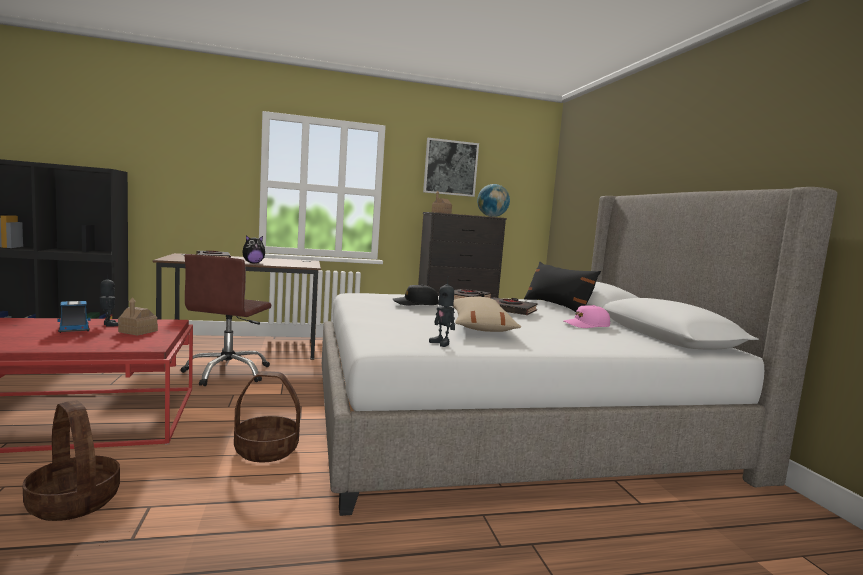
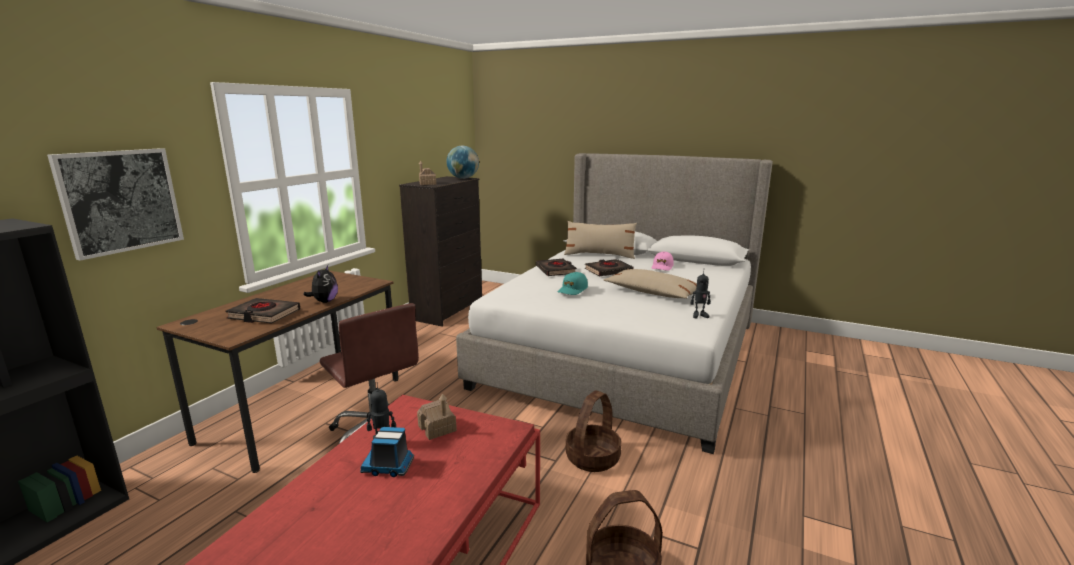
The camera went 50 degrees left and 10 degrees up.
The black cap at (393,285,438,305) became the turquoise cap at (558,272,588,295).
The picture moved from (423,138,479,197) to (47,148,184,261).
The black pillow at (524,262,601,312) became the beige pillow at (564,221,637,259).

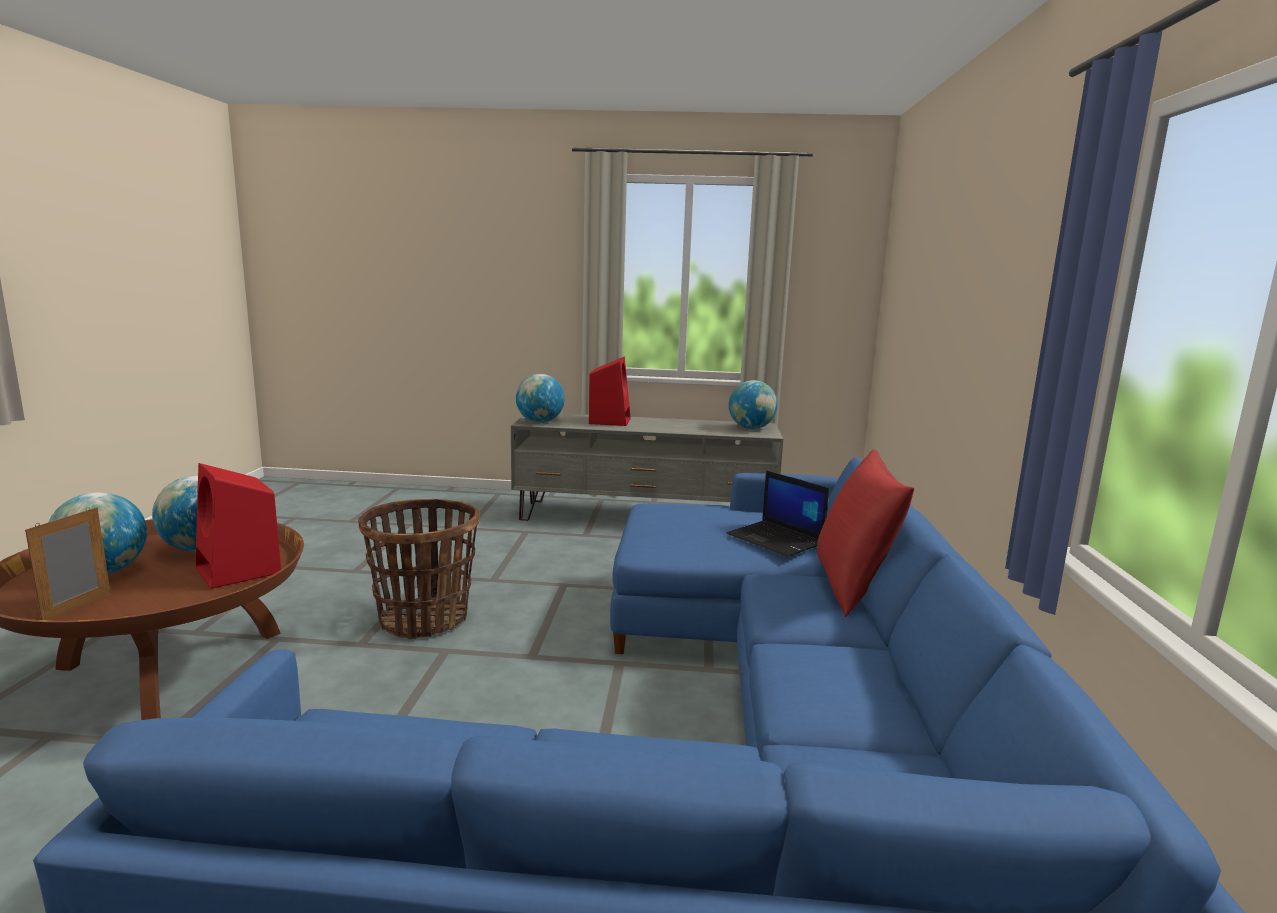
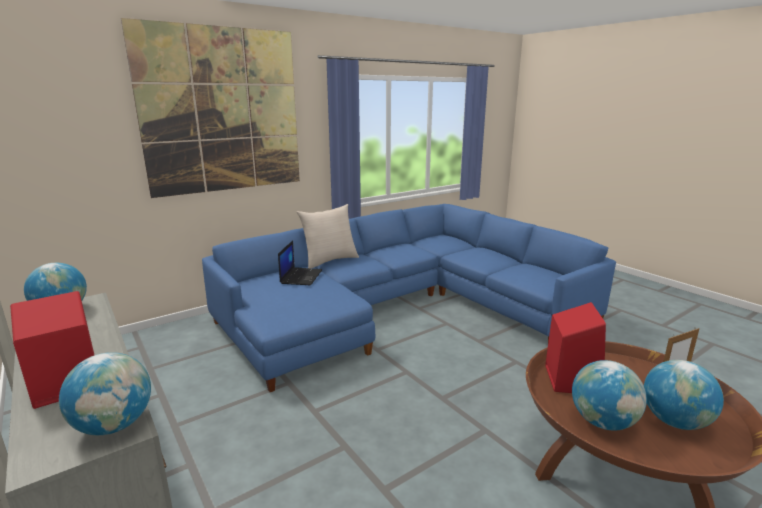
The camera went 130 degrees left and 5 degrees up.
The basket at (358,499,480,639) disappeared.
The red pillow at (817,449,914,617) became the beige pillow at (297,204,359,268).
The picture at (121,18,300,198) appeared.

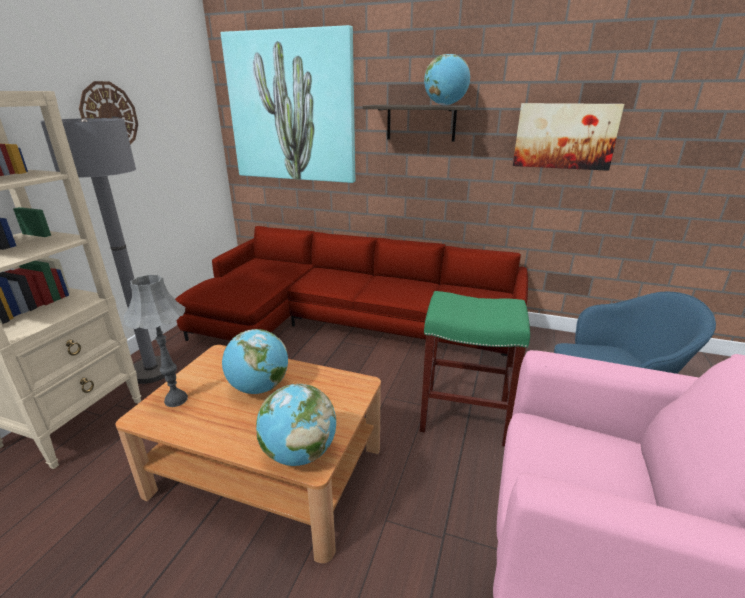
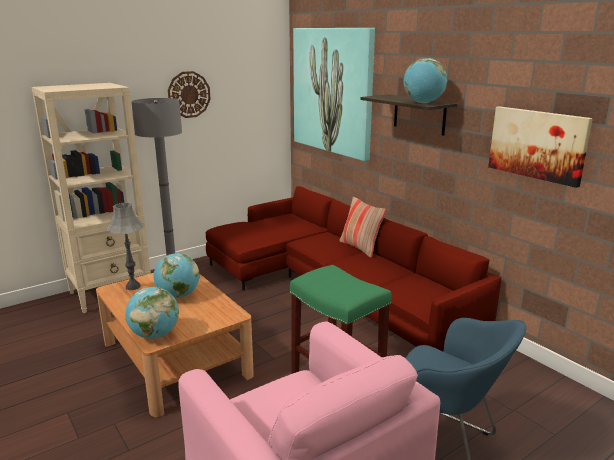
The camera went 35 degrees right and 5 degrees down.
The pillow at (339,197,386,257) appeared.

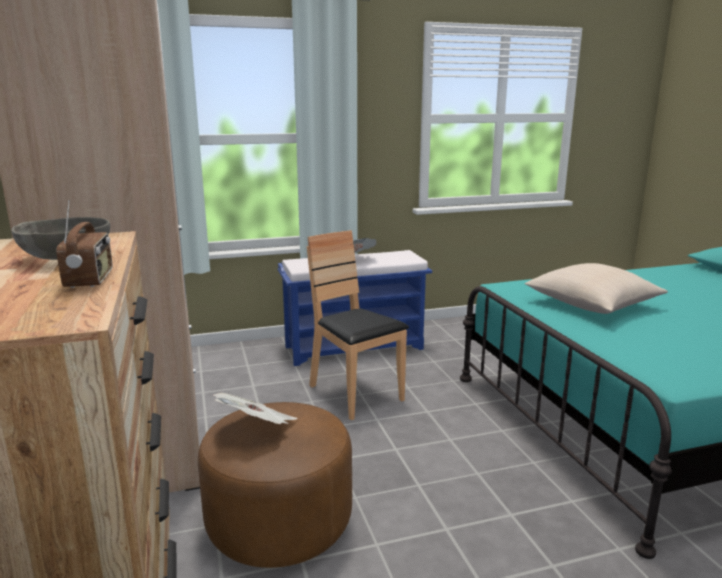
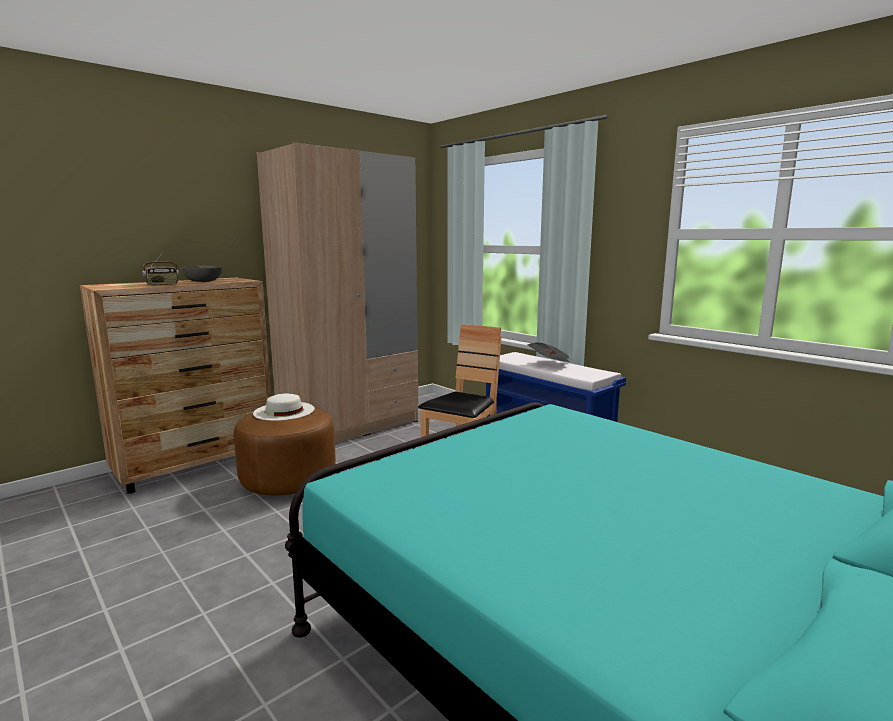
The camera went 65 degrees right and 5 degrees down.
The newspaper at (213,393,298,424) was replaced by the white hat at (253,393,315,421).
The beige pillow at (525,263,668,314) disappeared.

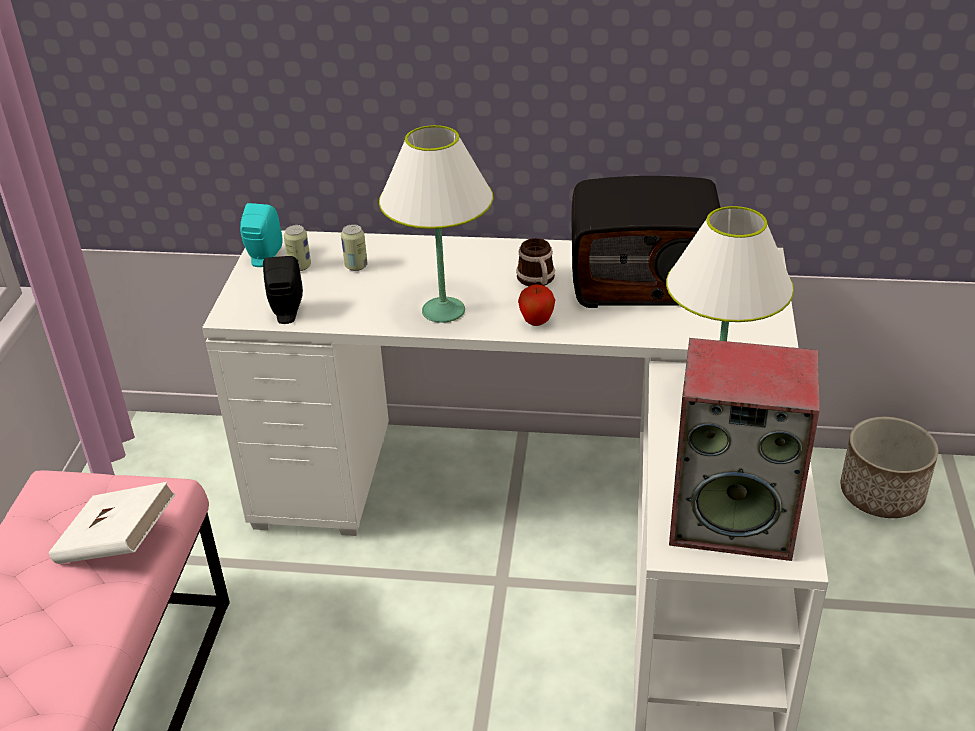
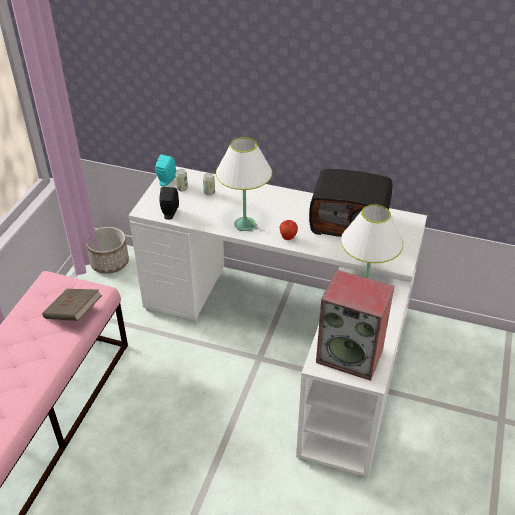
The camera went 10 degrees right and 5 degrees up.
The white book at (49,482,176,564) became the brown book at (42,289,102,321).
The mug at (516,238,555,286) disappeared.
The planter moved from (840,417,938,518) to (86,227,129,274).

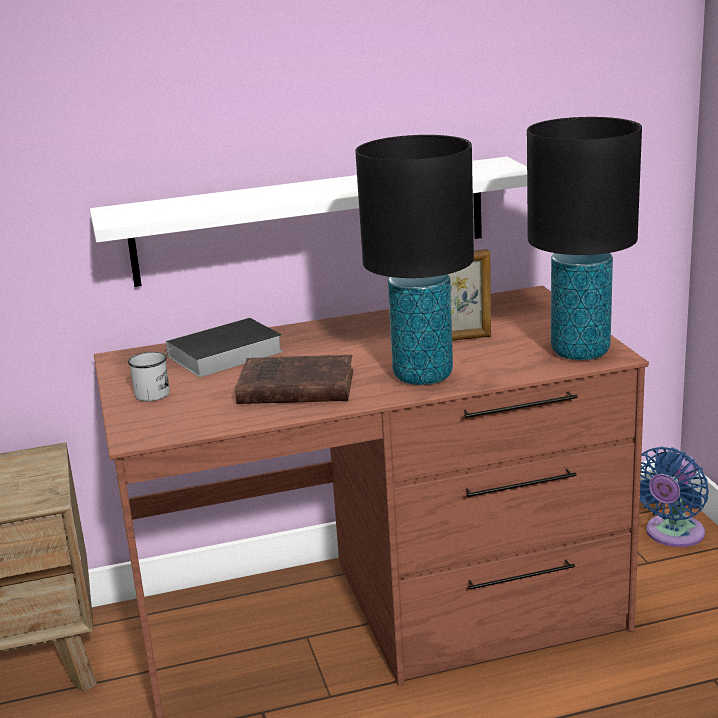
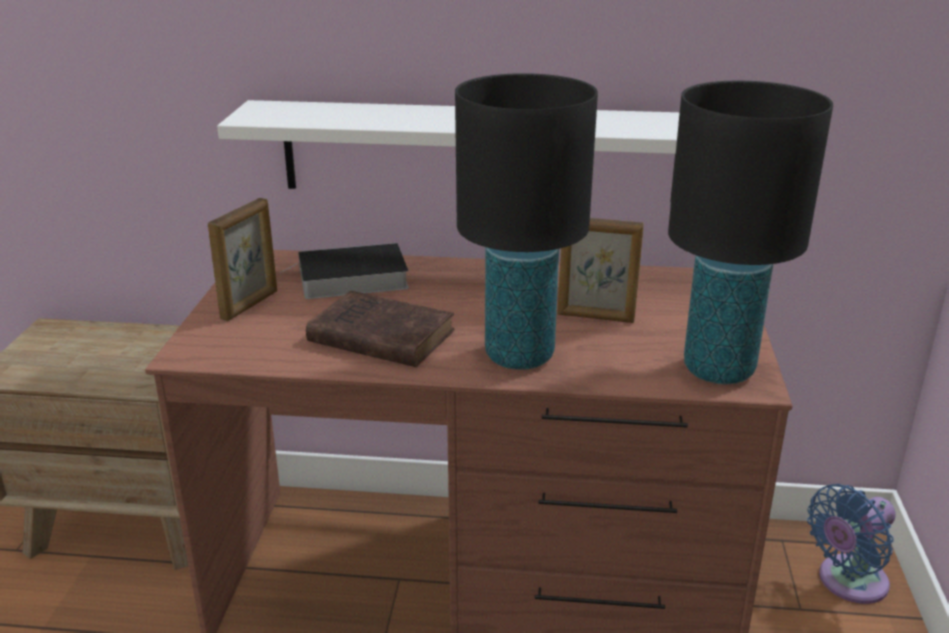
The camera went 20 degrees right and 5 degrees up.
The white mug at (128,352,170,401) was replaced by the picture frame at (208,198,277,321).

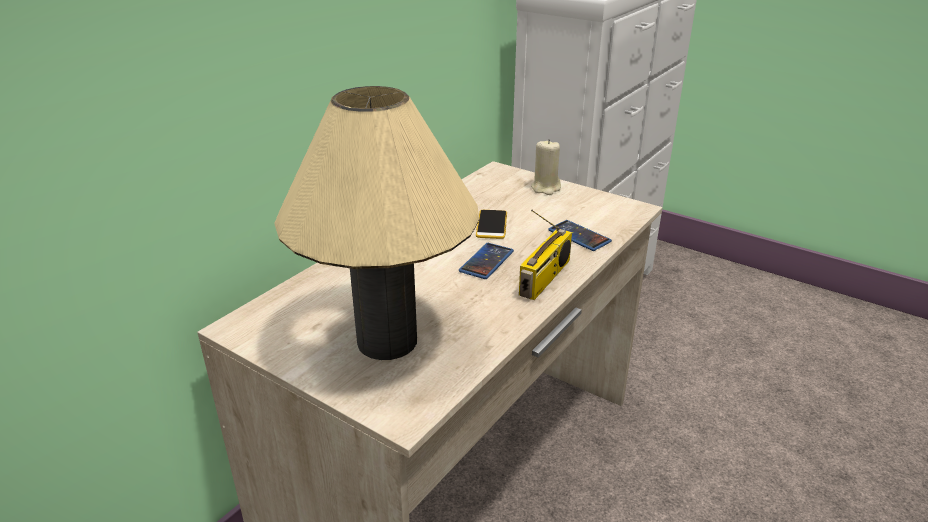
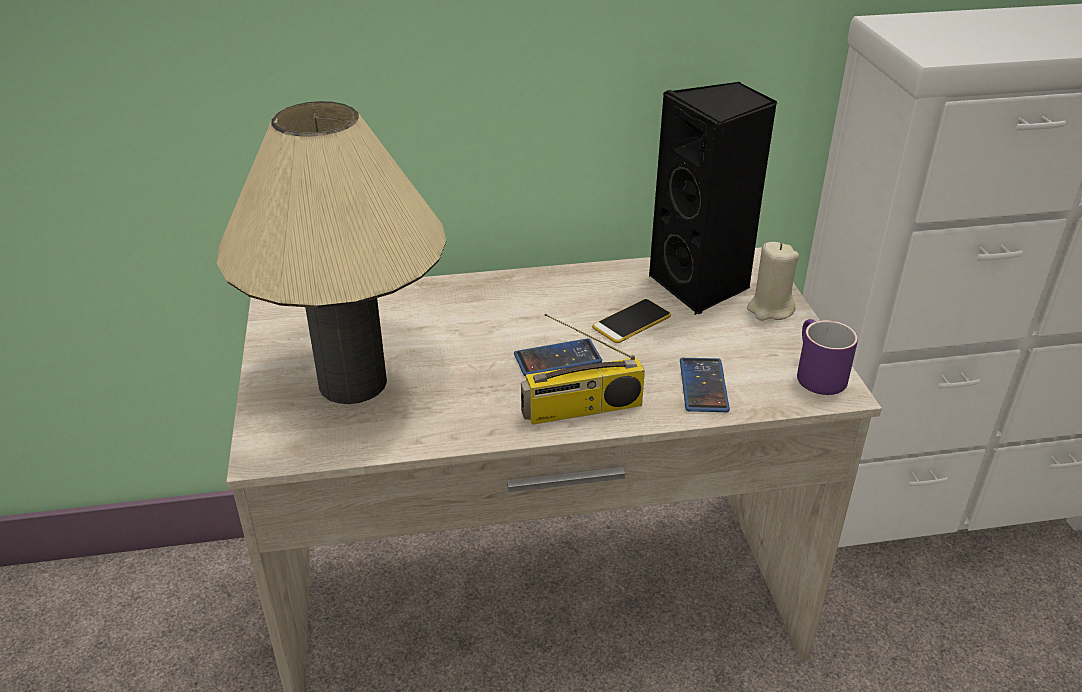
The camera went 45 degrees right and 5 degrees up.
The black speaker at (649,82,777,315) appeared.
The purple mug at (797,319,858,395) appeared.

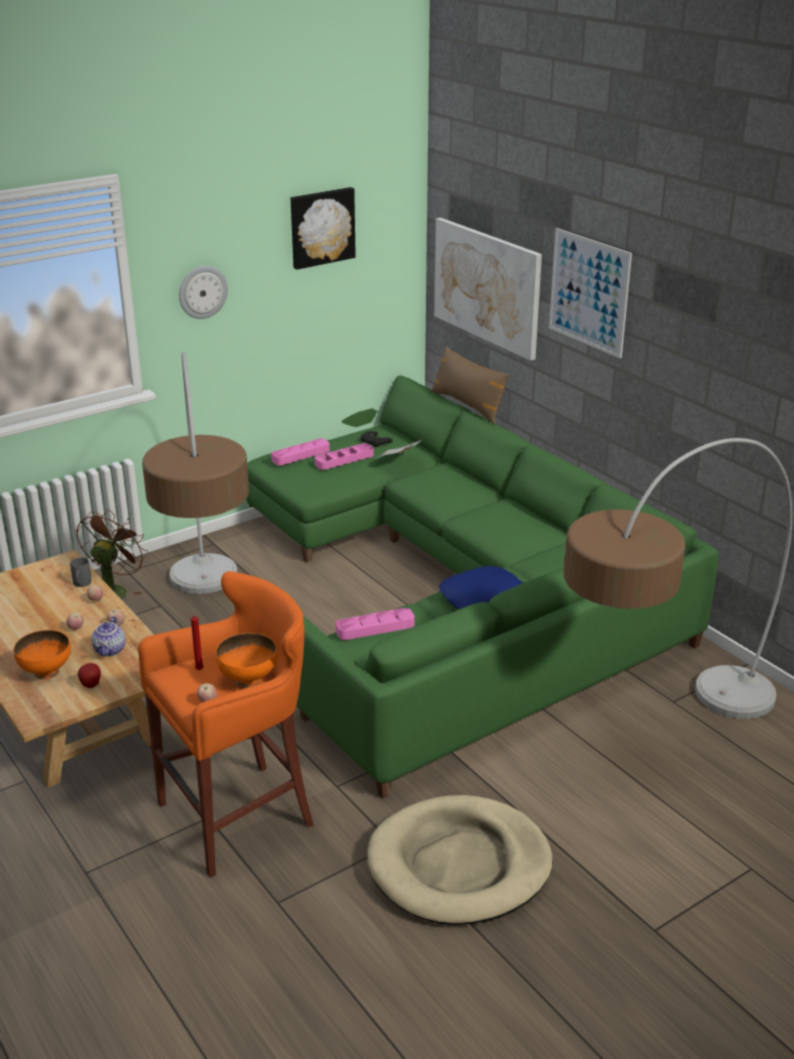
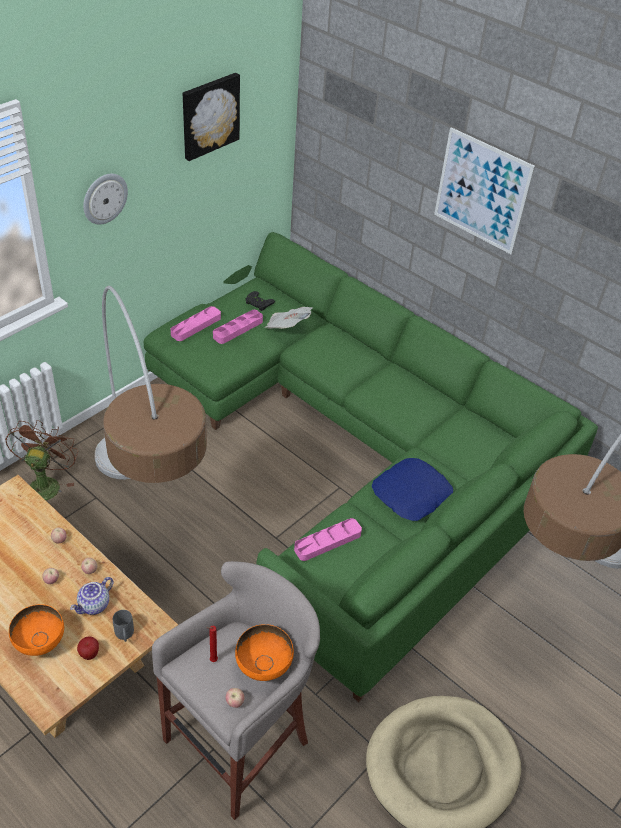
The camera went 15 degrees left and 15 degrees up.
The grey mug moved from (70,557,91,587) to (113,610,134,642).
The teapot at (91,616,126,657) turned 45 degrees clockwise.
The orange stool at (138,571,314,878) became the grey stool at (152,561,320,820).
The brown pillow at (431,346,510,424) disappeared.
The picture at (434,218,542,361) disappeared.

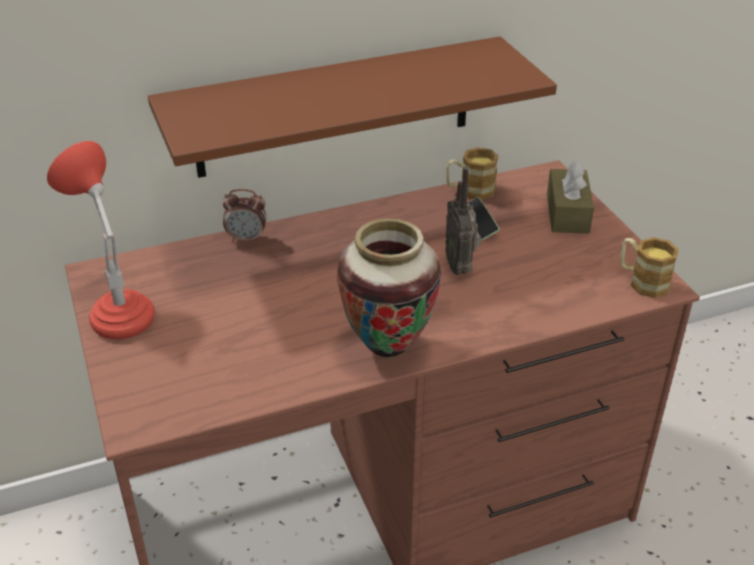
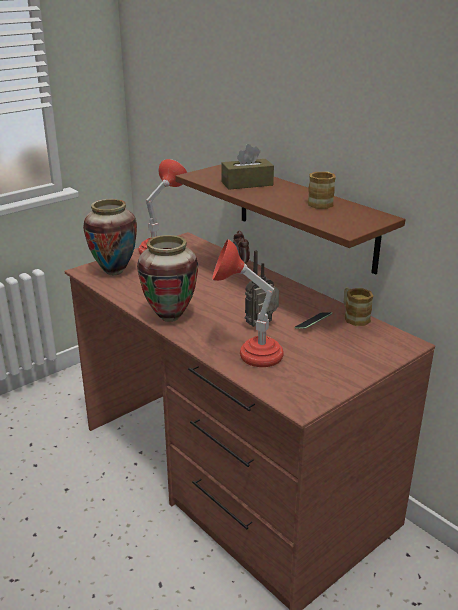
The camera went 70 degrees right and 10 degrees down.
The brown tissue box moved from (547,159,594,233) to (221,144,274,190).
The mug moved from (620,237,679,298) to (308,172,336,209).
The vase at (83,199,137,275) appeared.
The red table lamp at (212,239,284,367) appeared.

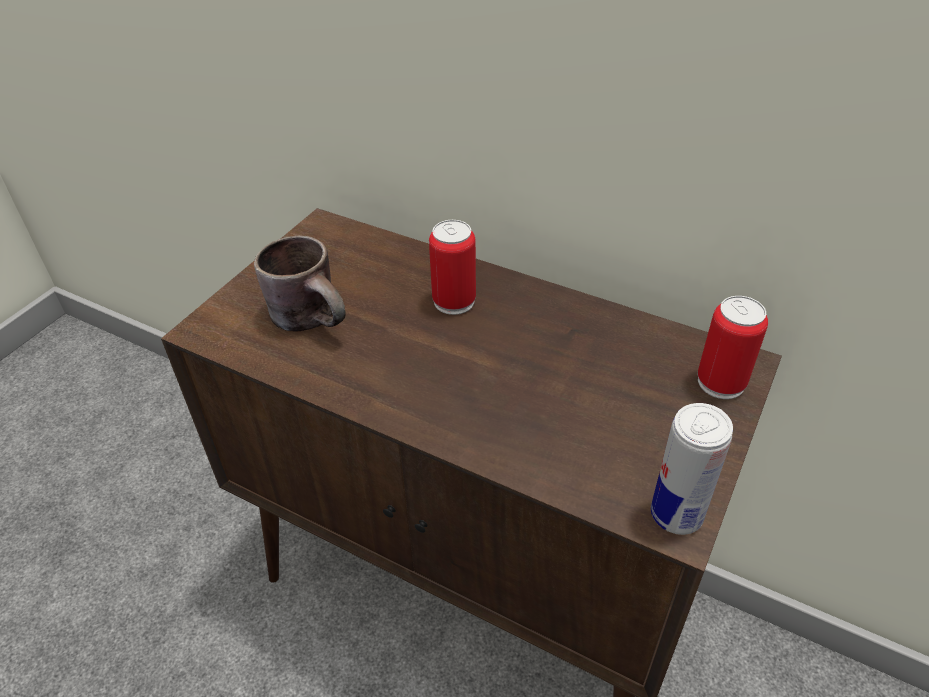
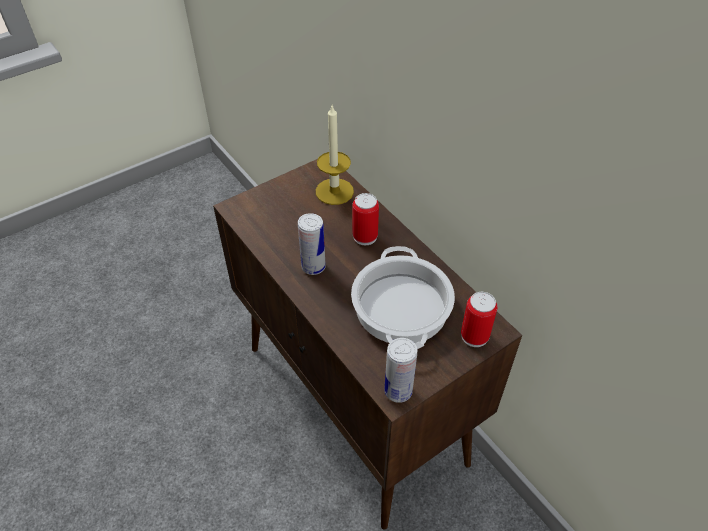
The camera went 25 degrees right and 5 degrees up.
The brown mug at (254,235,346,331) disappeared.
The can at (298,213,326,275) appeared.
The candle at (316,106,354,205) appeared.
The cooking pot at (351,246,455,349) appeared.

